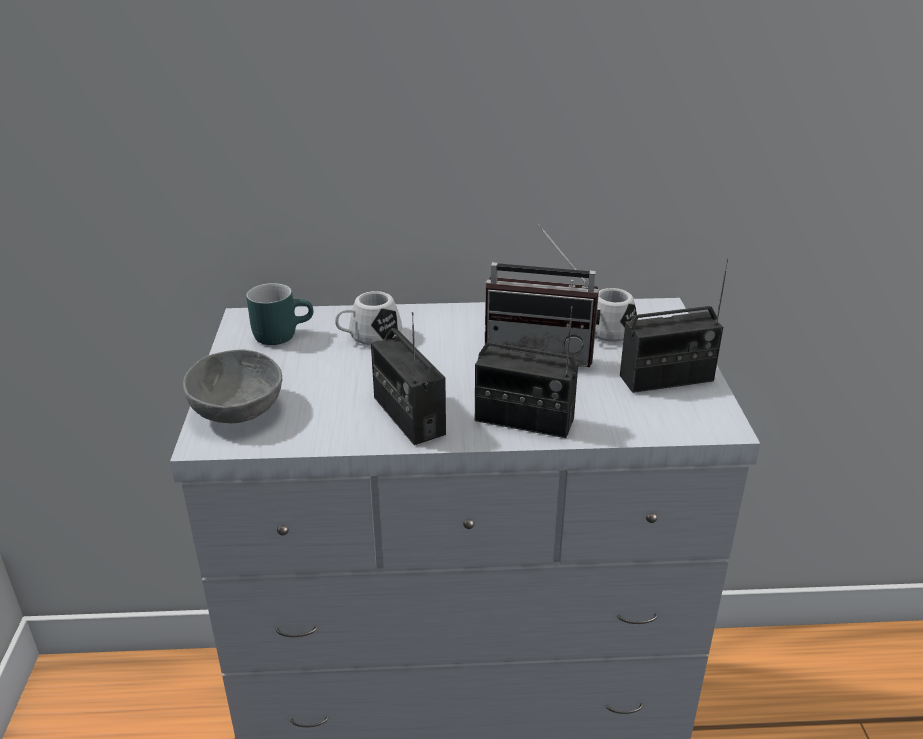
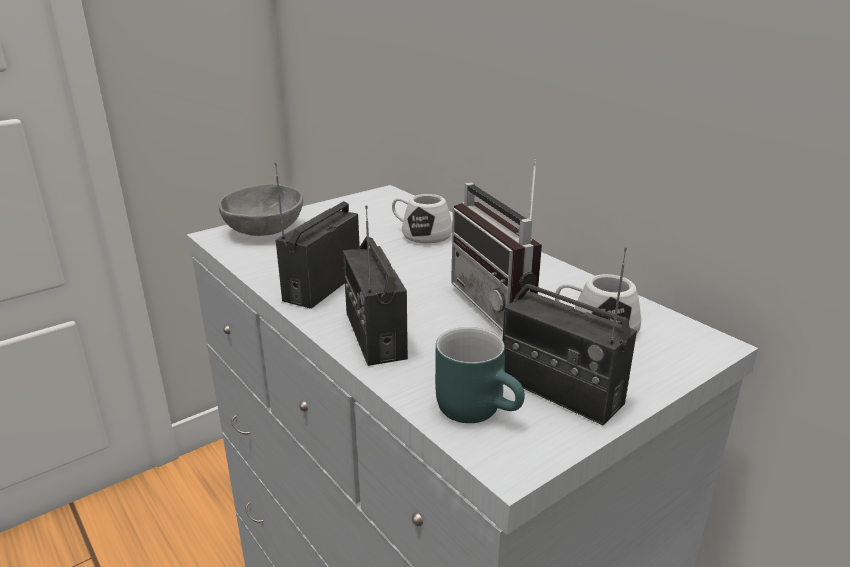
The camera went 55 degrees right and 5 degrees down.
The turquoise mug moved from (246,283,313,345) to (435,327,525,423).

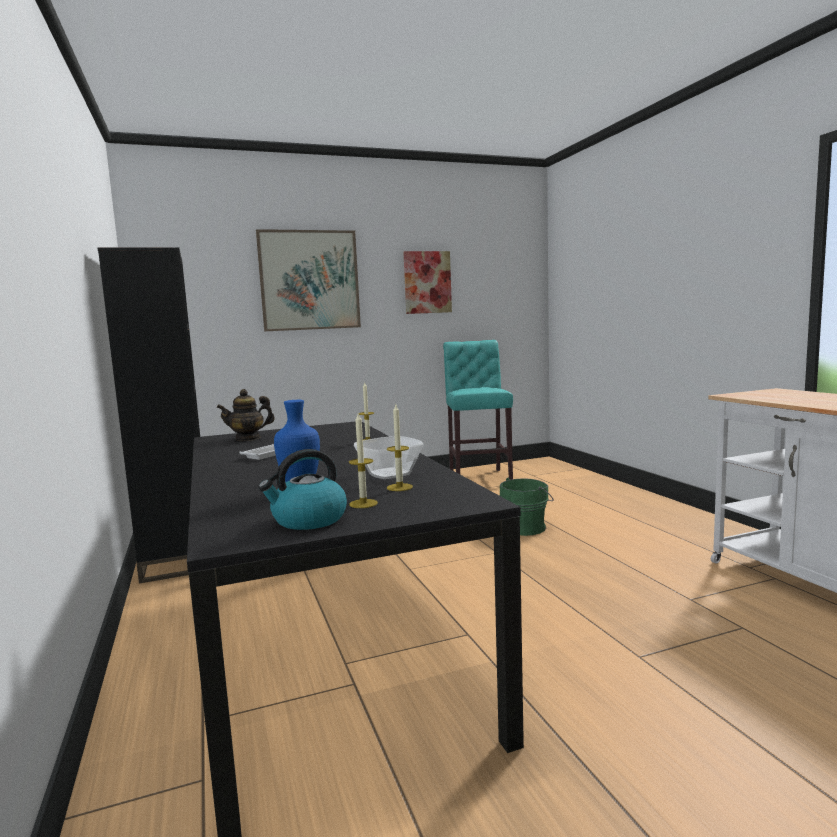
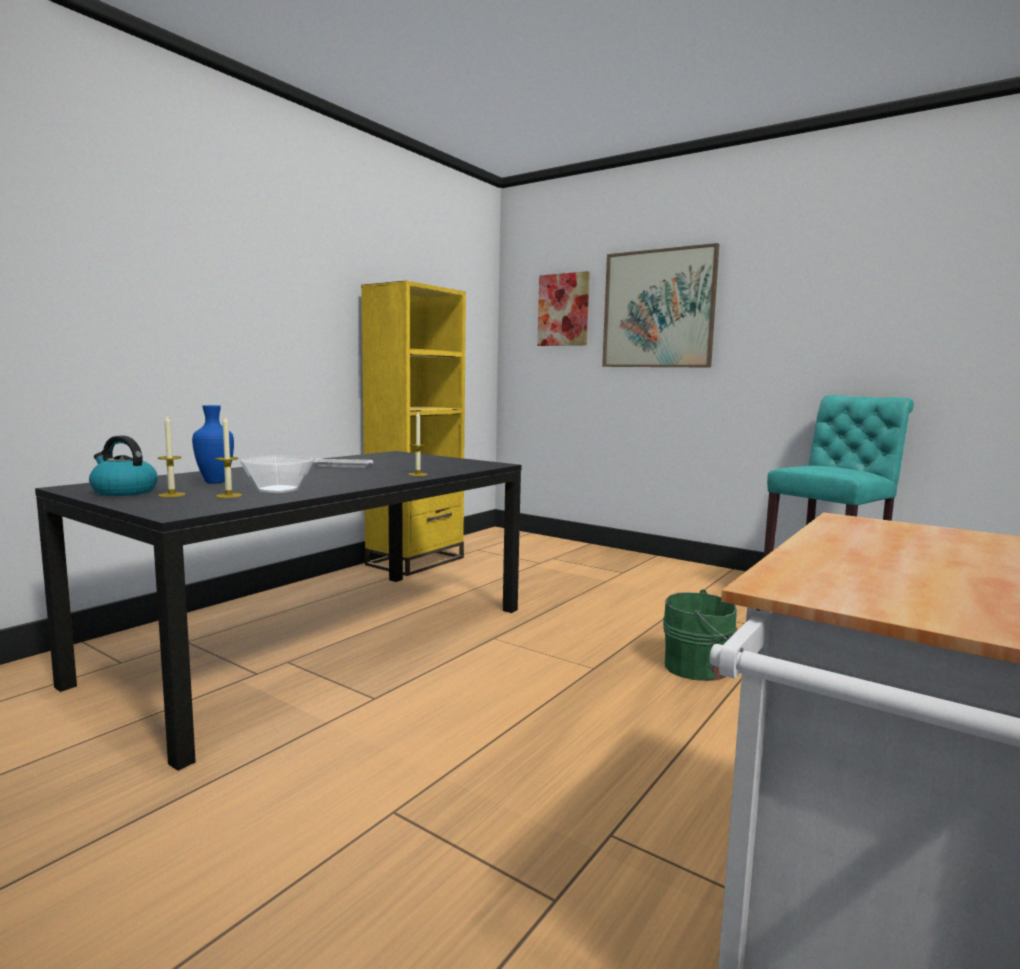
The camera went 55 degrees right and 0 degrees up.
The black bookcase at (97,247,200,584) became the yellow bookcase at (361,281,466,576).
The teapot at (217,389,275,441) disappeared.
The picture moved from (403,251,452,314) to (537,271,590,346).

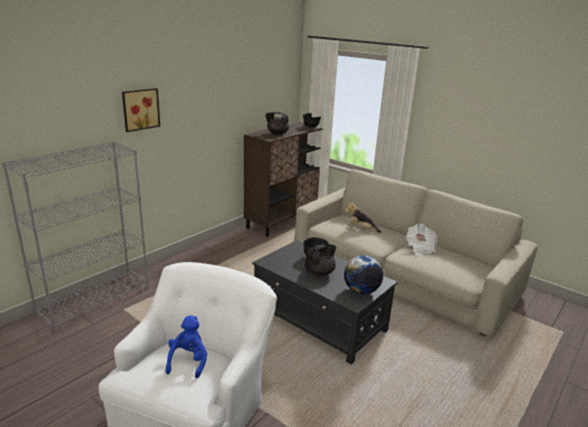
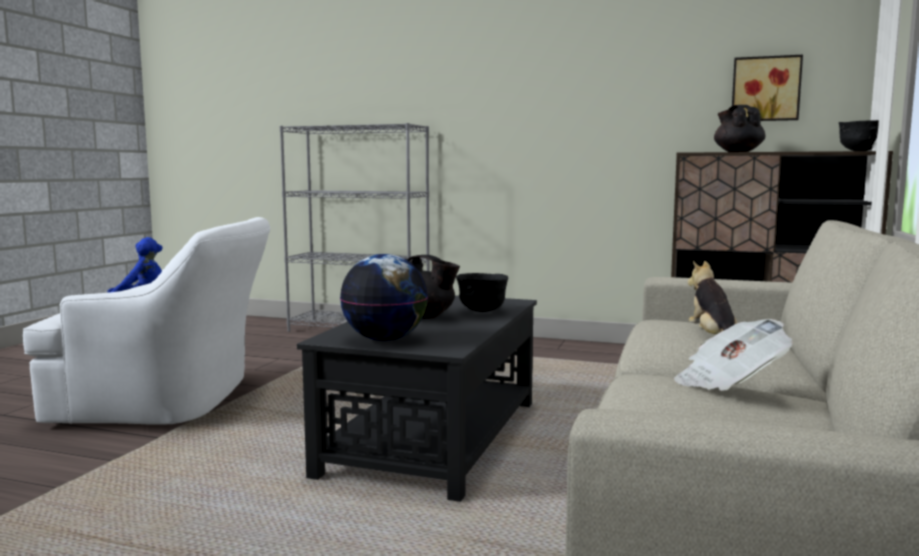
The camera went 70 degrees right and 15 degrees down.
The picture moved from (122,88,160,132) to (732,55,803,121).

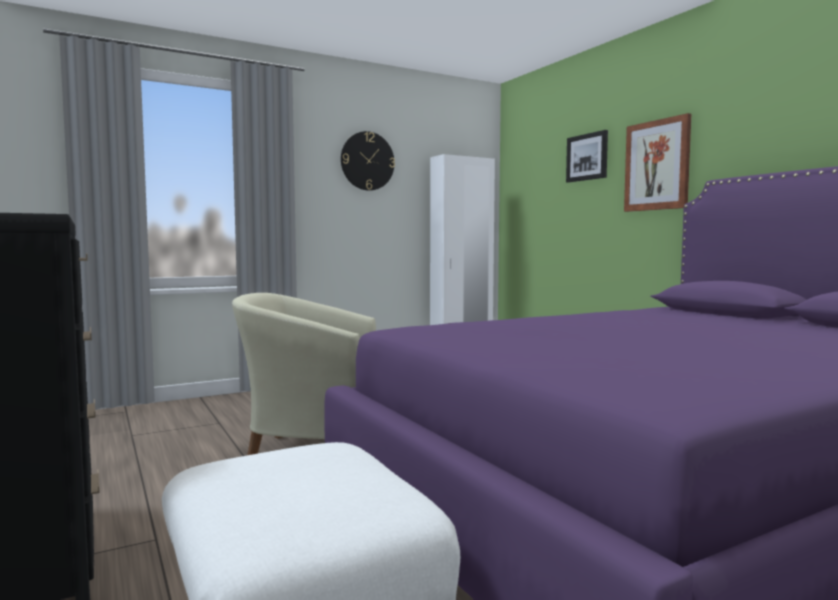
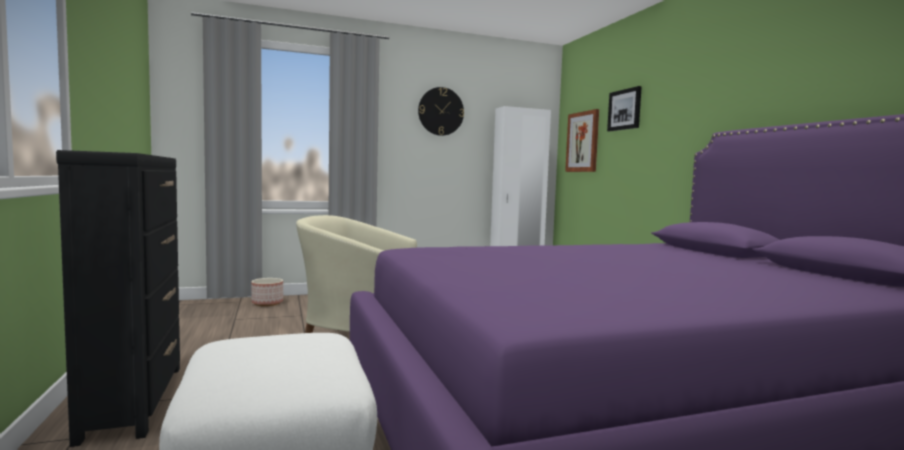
The camera went 10 degrees right and 0 degrees up.
The picture moved from (624,113,691,212) to (565,109,599,172).
The planter at (251,278,283,306) appeared.

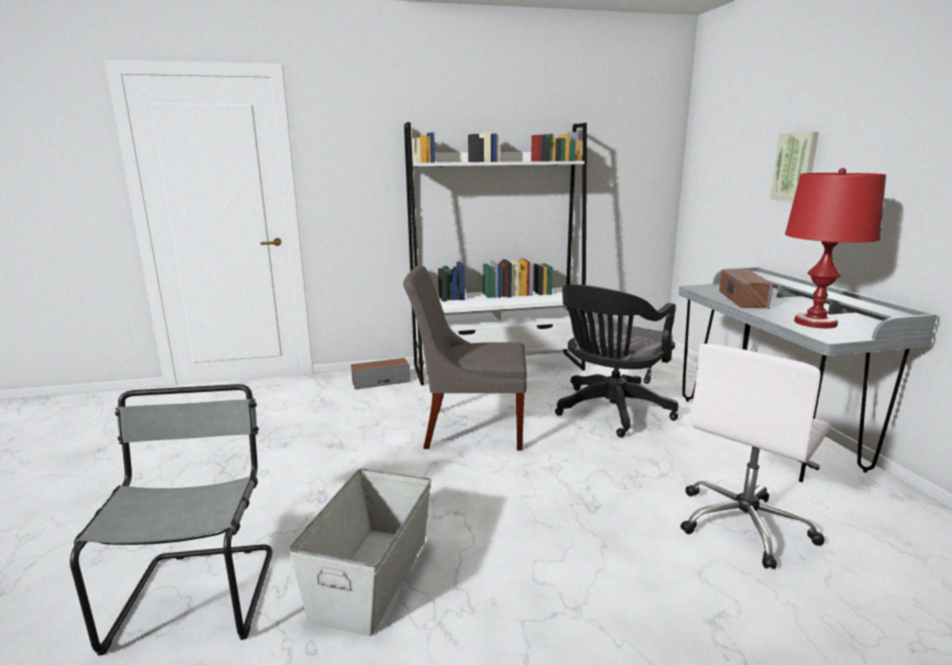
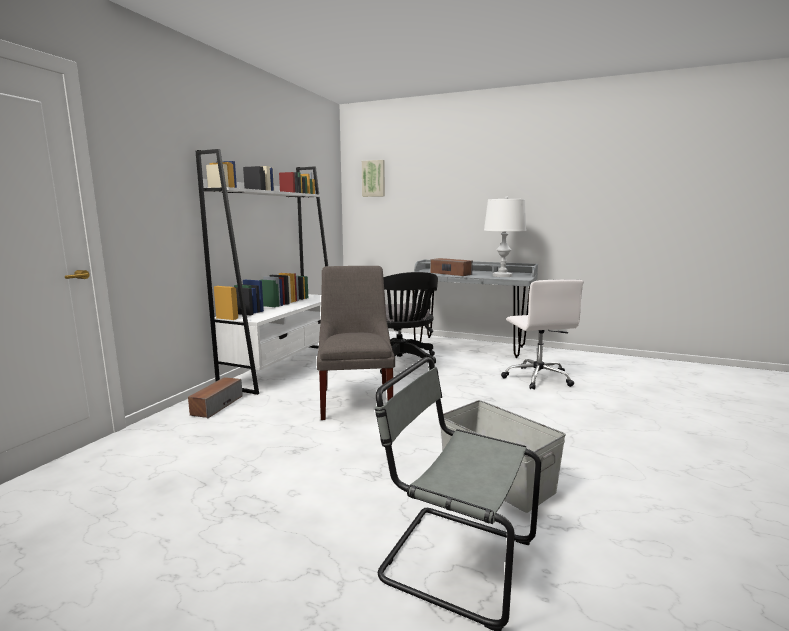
The camera went 55 degrees left and 5 degrees down.
The grey chair at (403,265,527,450) turned 135 degrees clockwise.
The picture moved from (770,132,819,201) to (362,160,385,197).
The red table lamp at (785,168,886,328) became the white table lamp at (484,196,526,277).

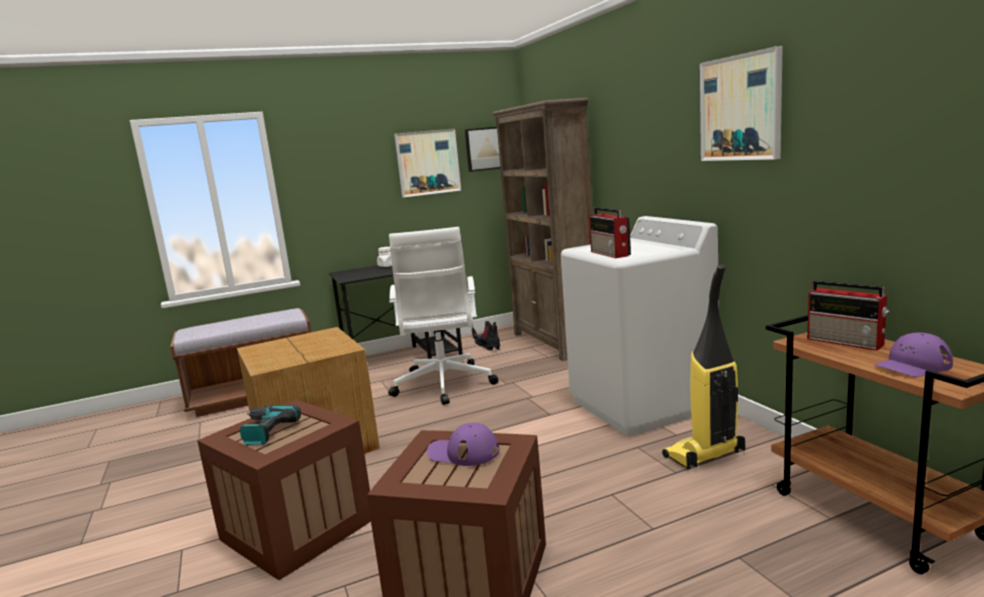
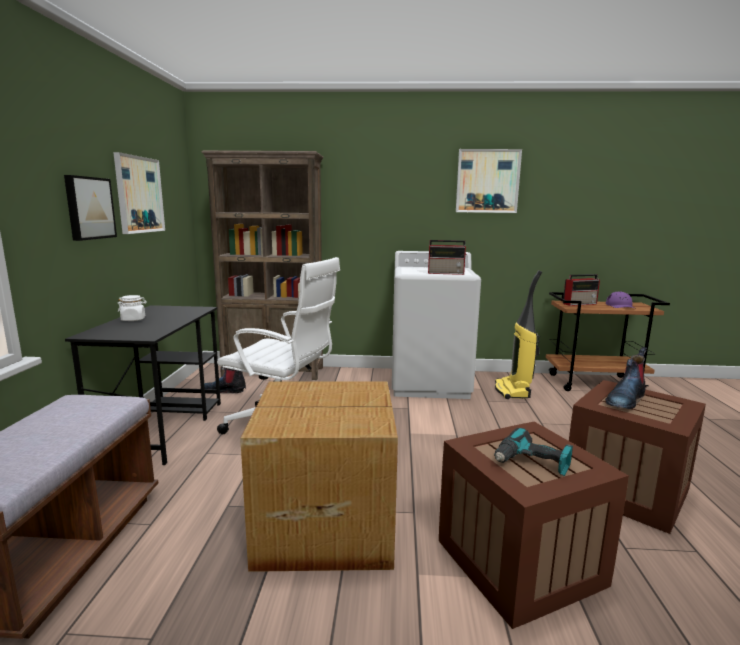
The camera went 65 degrees left and 0 degrees up.
The purple cap at (427,423,499,466) was replaced by the boot at (605,347,647,409).
The picture moved from (465,127,501,172) to (64,175,117,241).

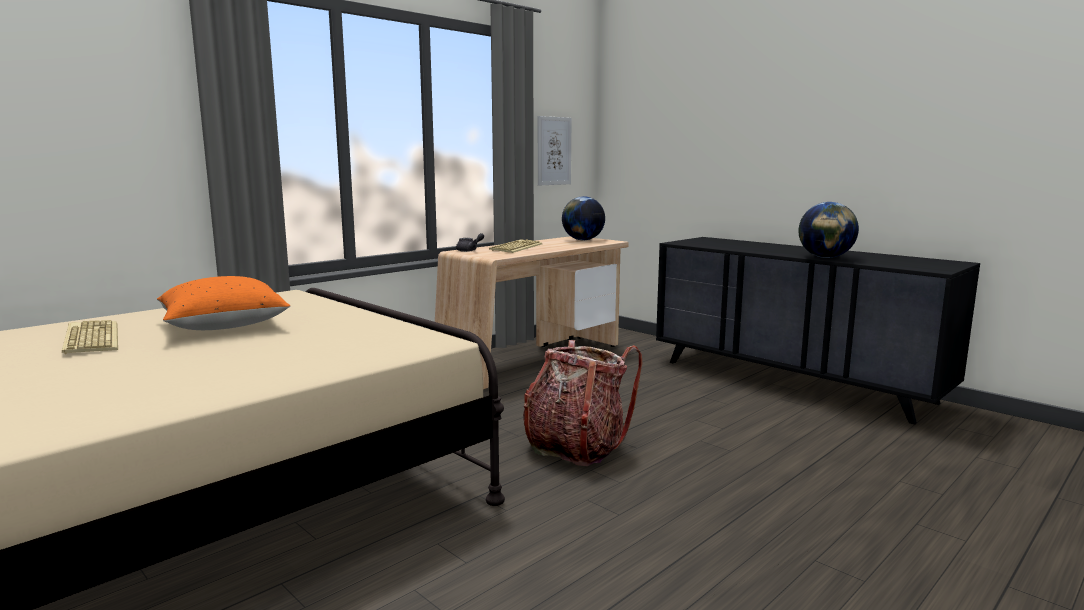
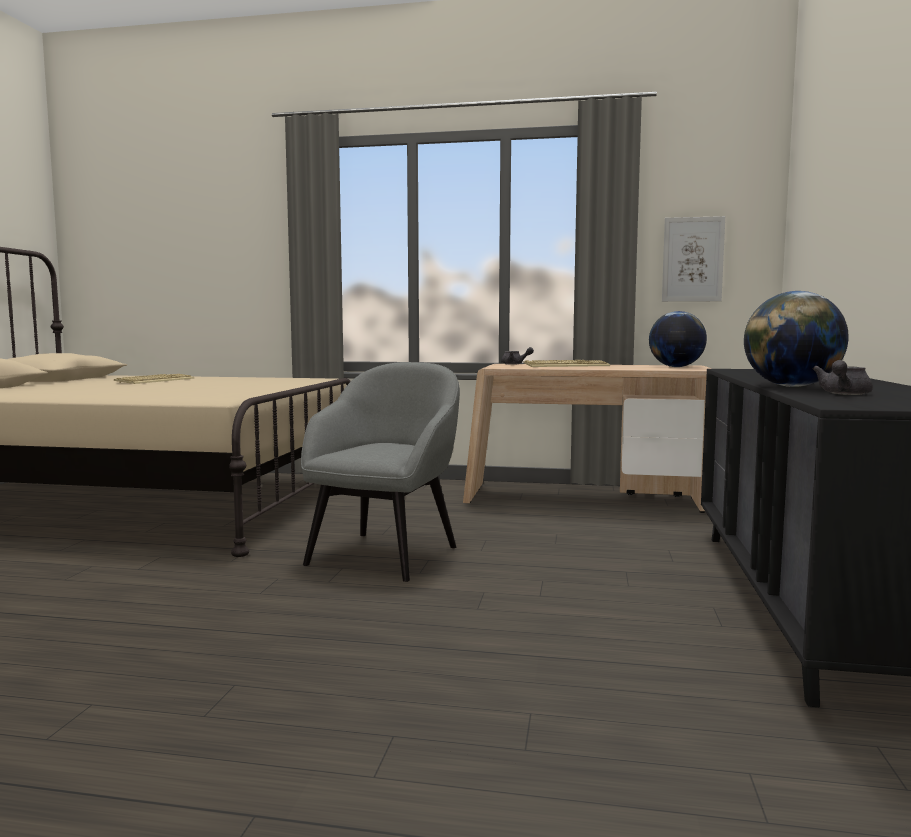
The camera went 55 degrees right and 5 degrees down.
The orange pillow at (157,276,290,330) disappeared.
The backpack at (523,340,642,466) was replaced by the grey armchair at (301,362,460,582).
The grey teapot at (812,360,873,395) appeared.

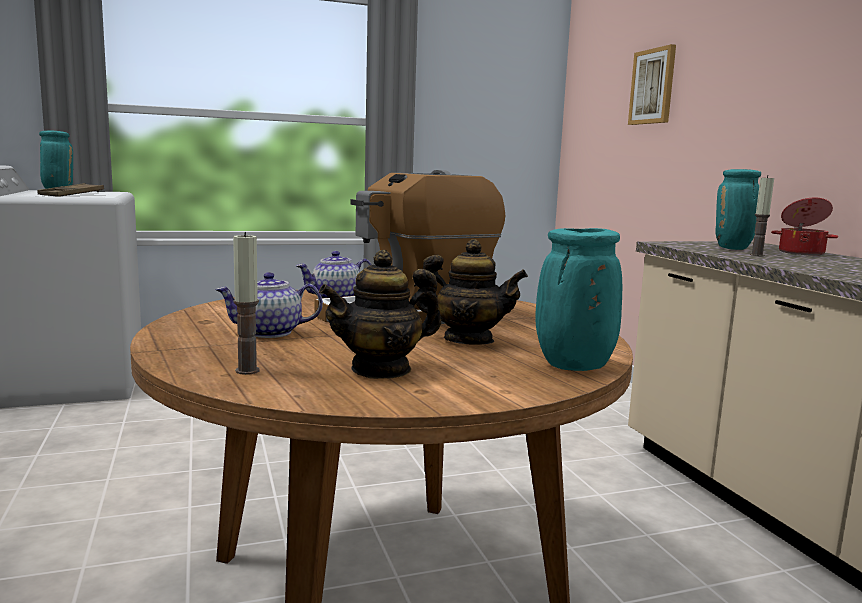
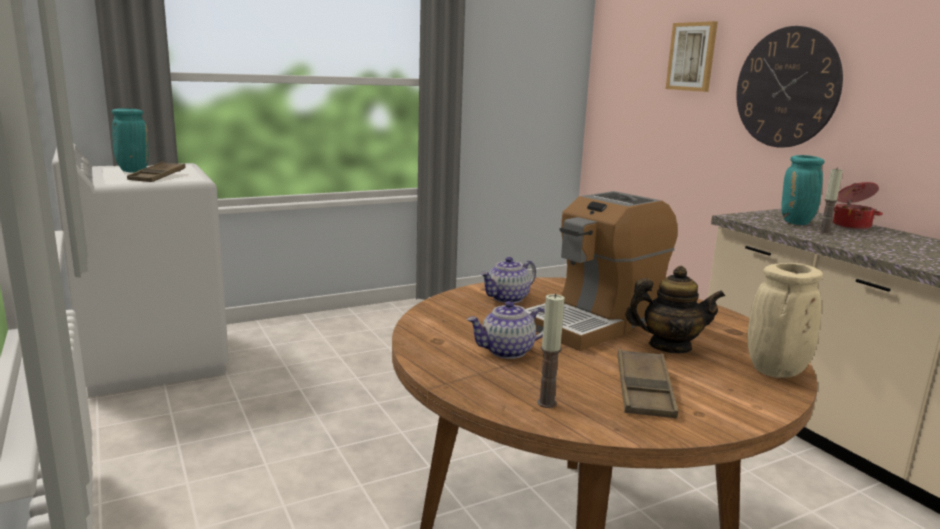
The camera went 10 degrees left and 5 degrees up.
The teapot at (319,250,441,379) was replaced by the brown tray at (617,349,678,418).
The turquoise vase at (535,228,622,371) became the beige vase at (747,263,823,378).
The wall clock at (736,26,843,147) appeared.

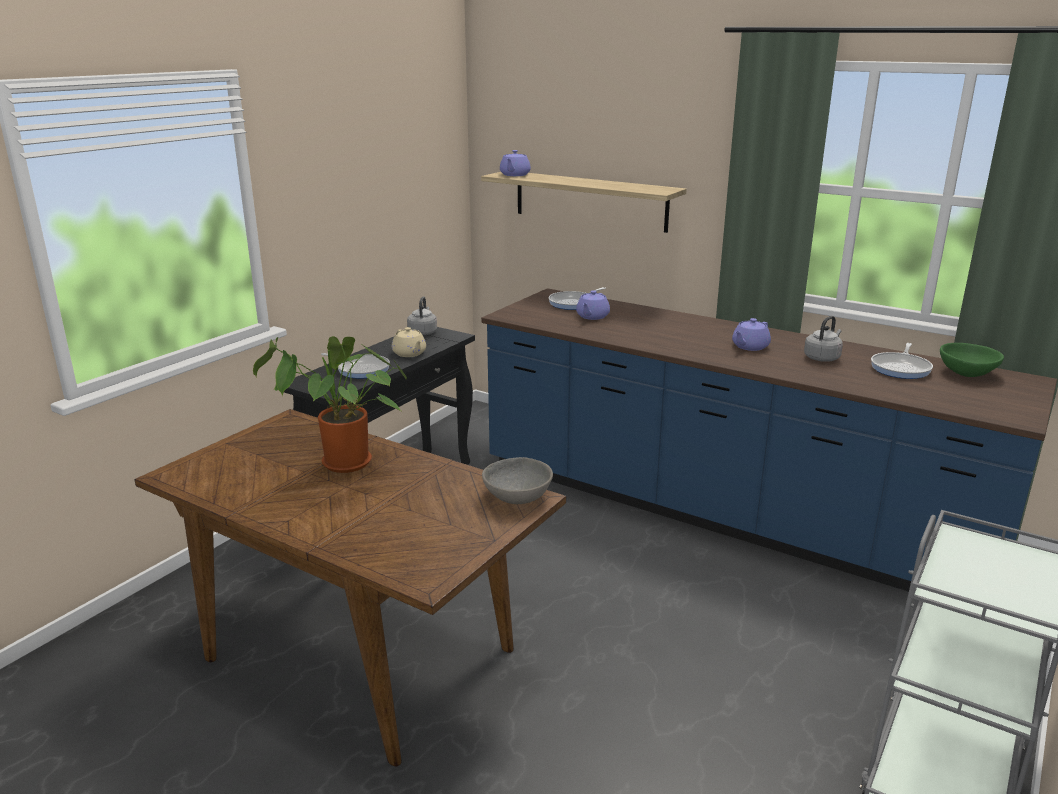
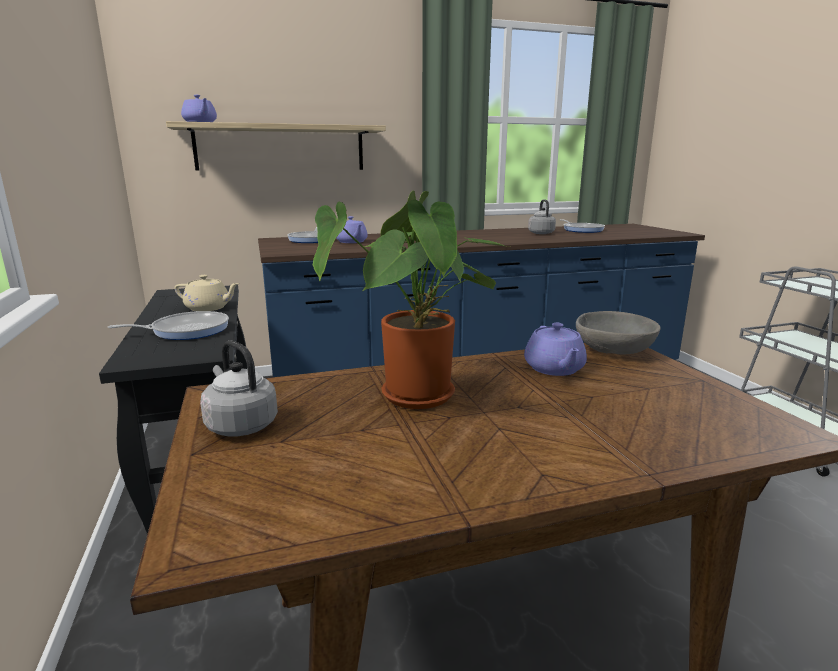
The camera went 50 degrees left and 5 degrees down.
The grey kettle moved from (407,296,437,335) to (200,340,278,436).
The purple teapot moved from (732,318,771,351) to (524,323,587,376).
The green bowl at (940,343,1004,377) disappeared.

